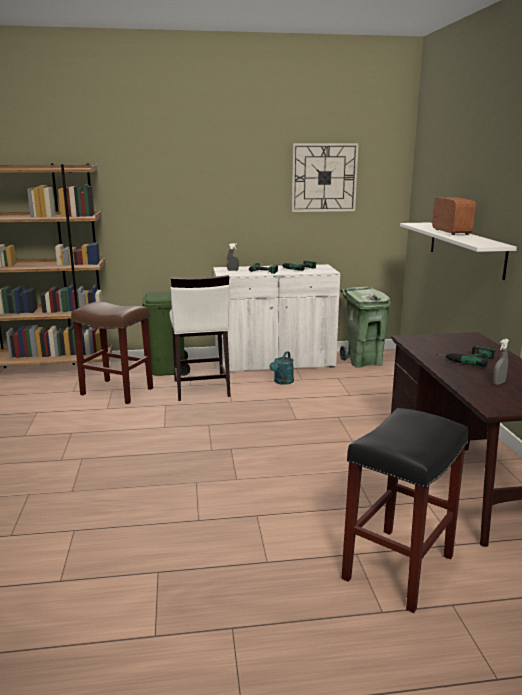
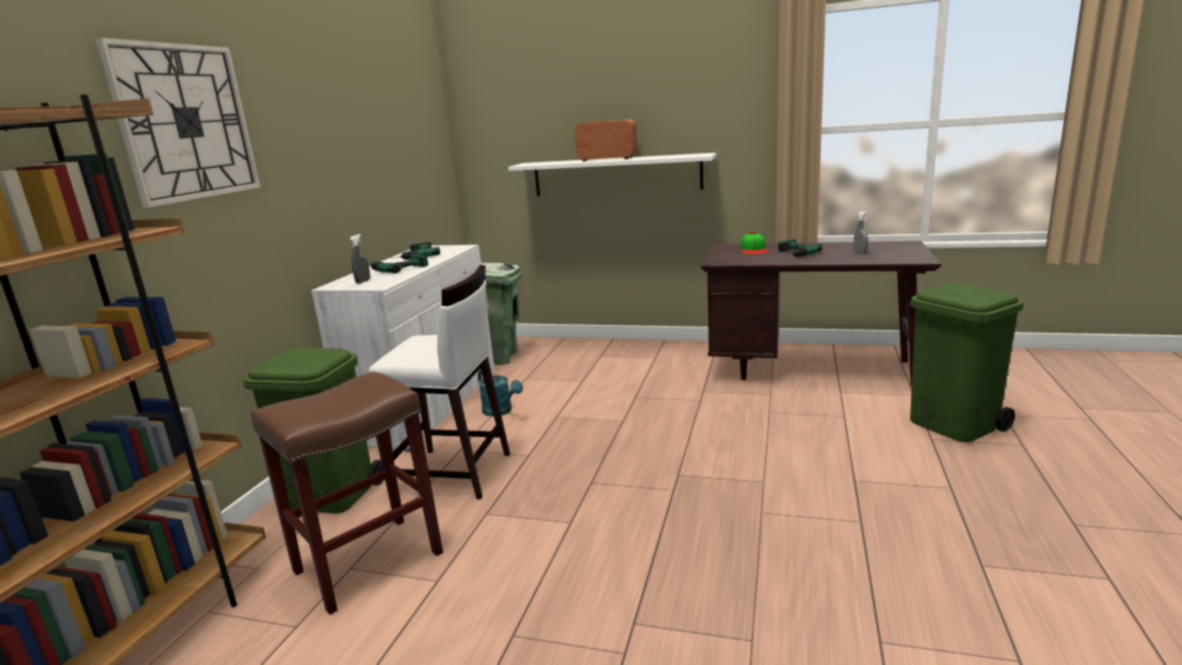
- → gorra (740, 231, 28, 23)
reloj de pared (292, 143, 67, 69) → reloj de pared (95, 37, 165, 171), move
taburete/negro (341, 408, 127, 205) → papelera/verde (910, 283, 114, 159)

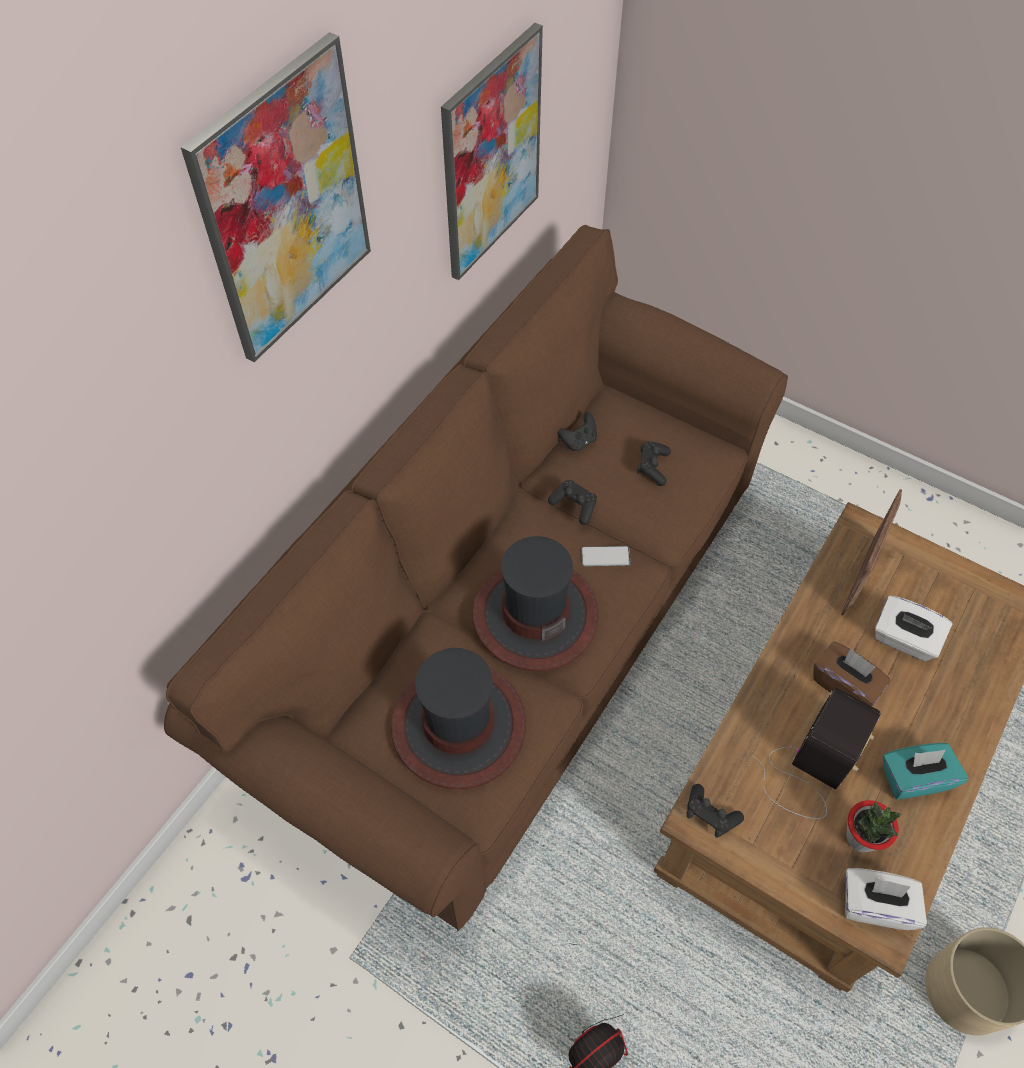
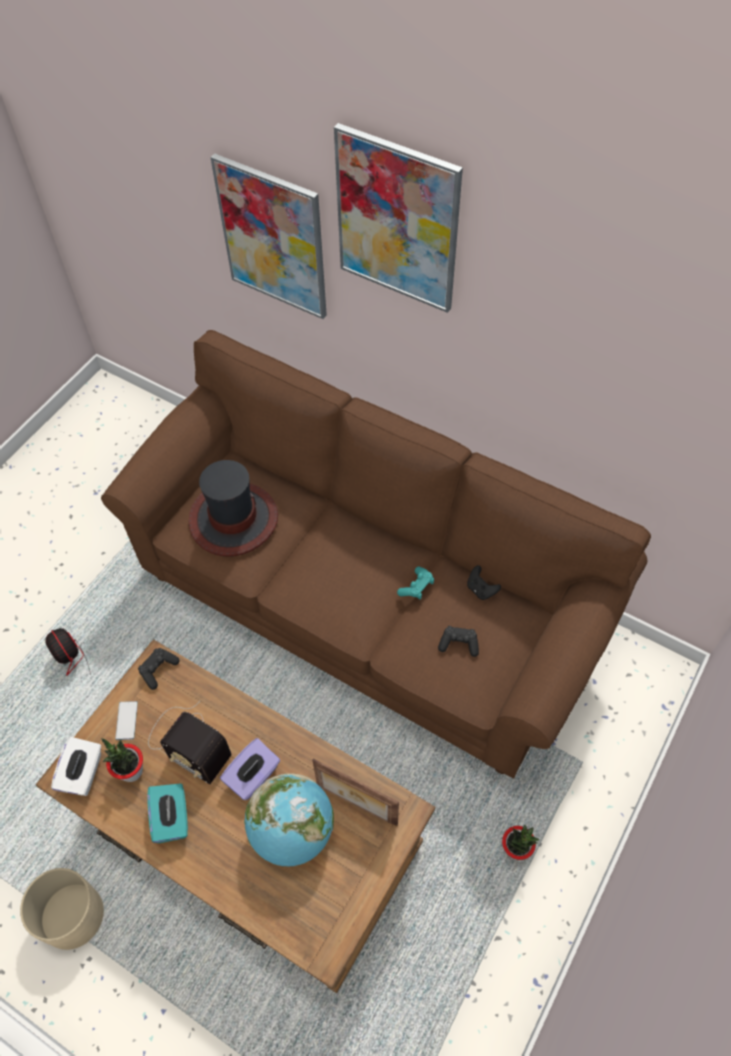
sombrero (472, 536, 127, 135) → -
- → planta en maceta (502, 825, 37, 35)
cuadro (441, 23, 102, 257) → cuadro (210, 153, 117, 166), move
móvil (582, 546, 49, 20) → móvil (115, 701, 23, 39), move
caja de pañuelos/blanco (875, 595, 78, 66) → globo terráqueo (244, 773, 90, 93)
mando de consola/negro (548, 480, 49, 45) → mando de consola/turquesa (397, 567, 37, 33)
caja de pañuelos/marrón (813, 641, 77, 65) → caja de pañuelos/morado (220, 738, 60, 62)

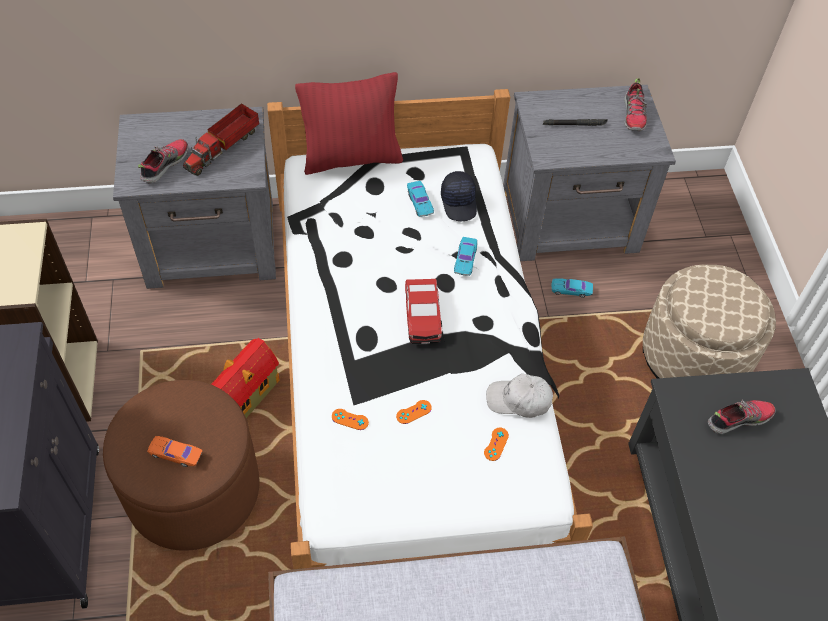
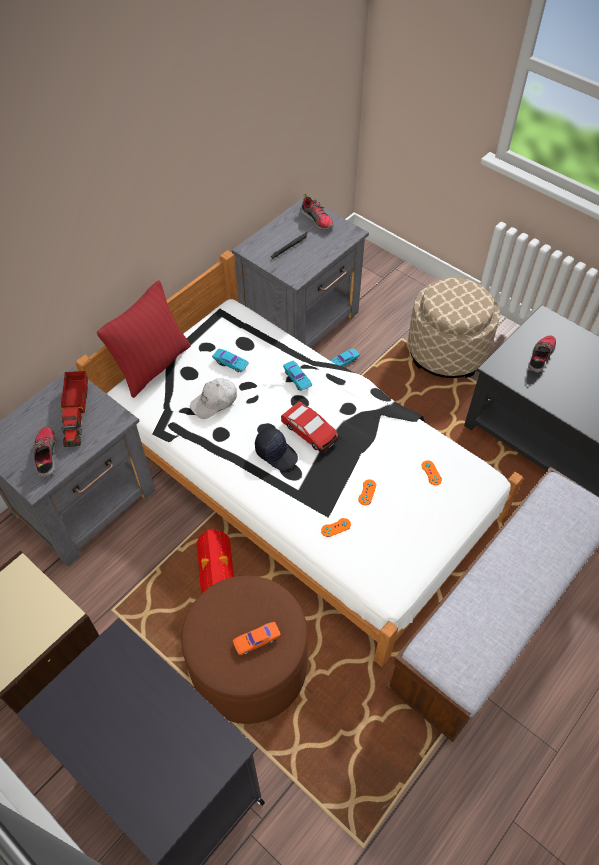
gorra/negro (441, 171, 36, 50) → gorra/negro (255, 428, 43, 42), move
gorra/blanco (486, 374, 67, 44) → gorra/blanco (190, 378, 47, 41), move

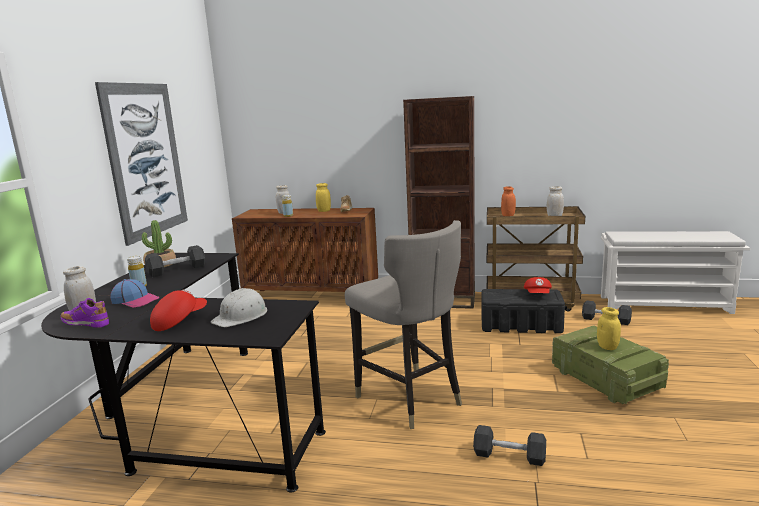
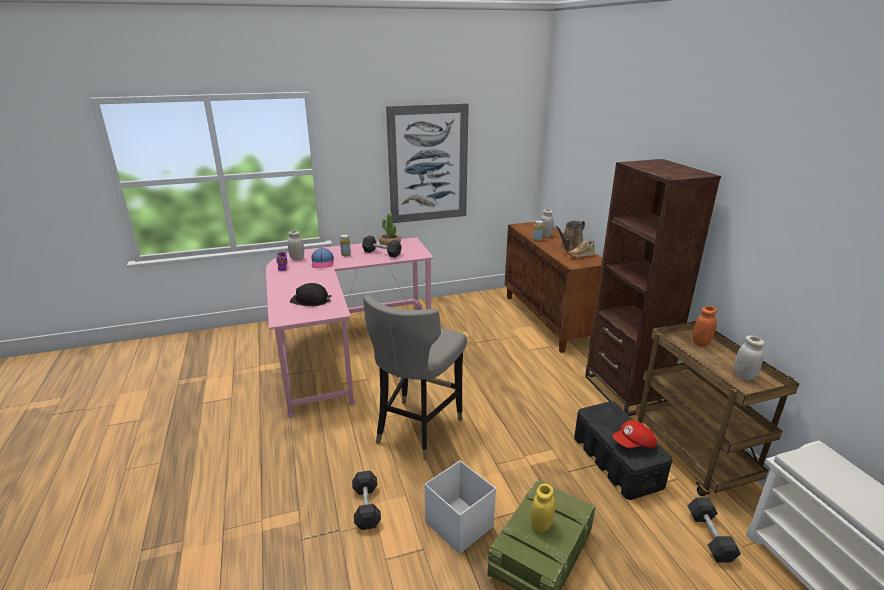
gorra/rojo (150, 289, 57, 42) → -
- → caja de almacenaje/blanco (424, 460, 72, 94)
tarro/amarillo (316, 183, 15, 29) → regadera/marrón (555, 220, 30, 31)
escritorio/negro (41, 253, 285, 239) → escritorio/rosa (266, 237, 168, 180)
casco/blanco (211, 288, 56, 39) → casco/negro (290, 283, 42, 23)

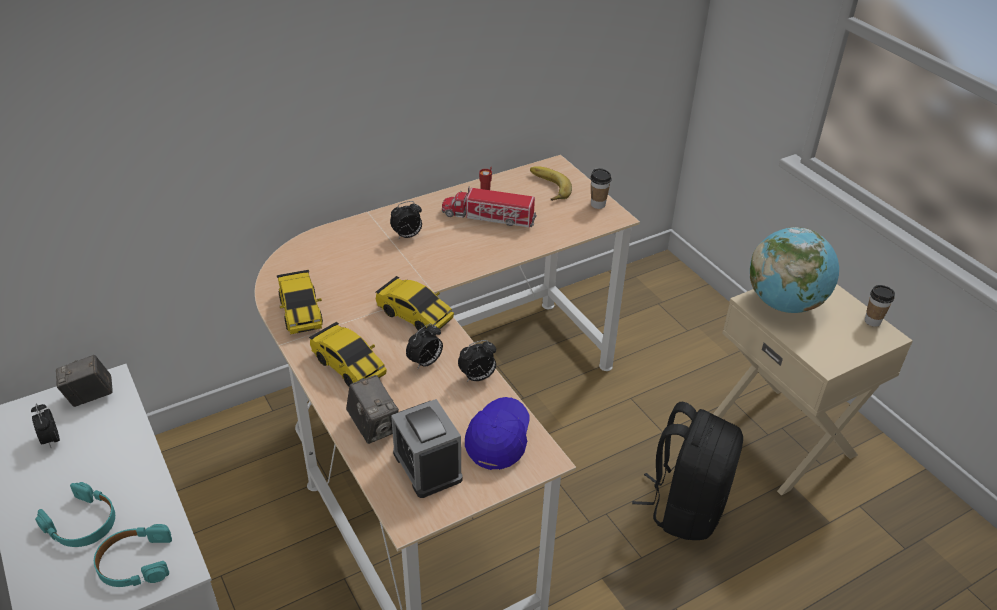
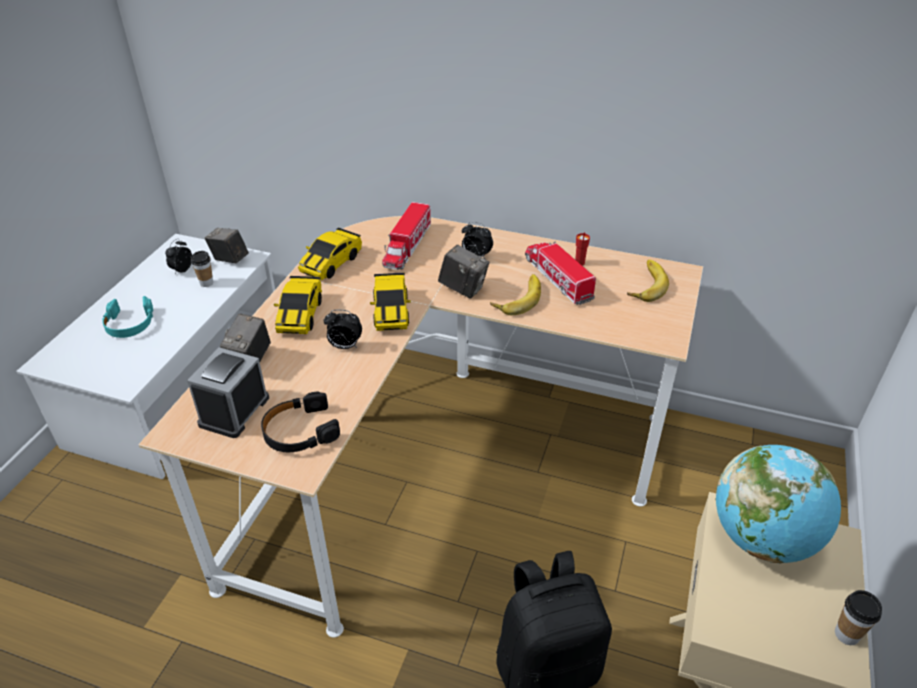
auriculares/turquesa (94, 524, 78, 63) → -
despertador (458, 340, 38, 42) → -
- → camión de juguete (382, 202, 49, 68)
- → cámara (438, 245, 51, 53)
- → plátano (490, 274, 51, 41)
taza (590, 168, 22, 41) → taza (191, 251, 22, 36), move
gorra/azul (465, 397, 65, 73) → auriculares/negro (261, 392, 79, 60)

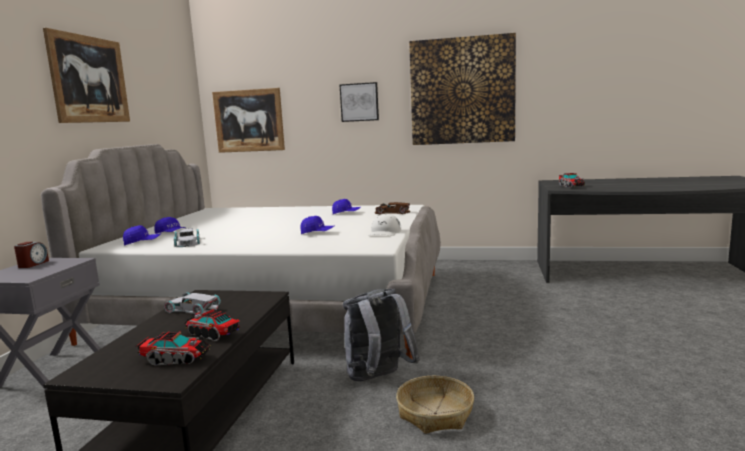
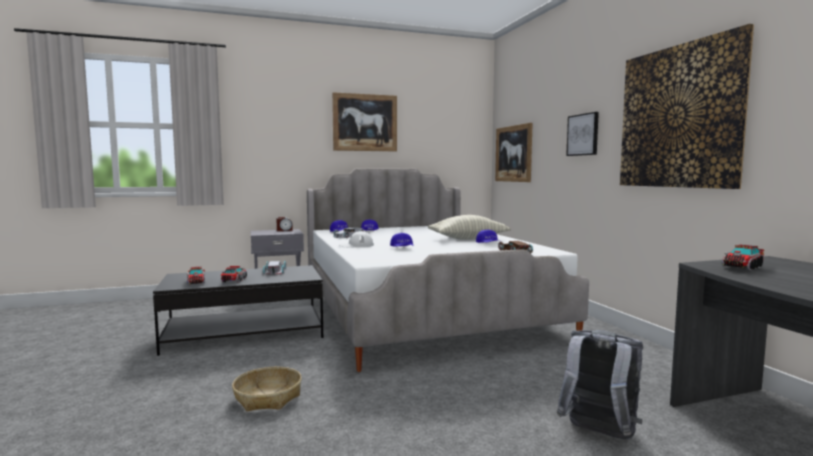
- → cojín (428, 215, 83, 25)
mochila/gris (343, 289, 77, 92) → mochila/gris (557, 330, 86, 109), move
gorra/blanco (370, 214, 31, 22) → gorra/blanco (338, 231, 36, 17), move

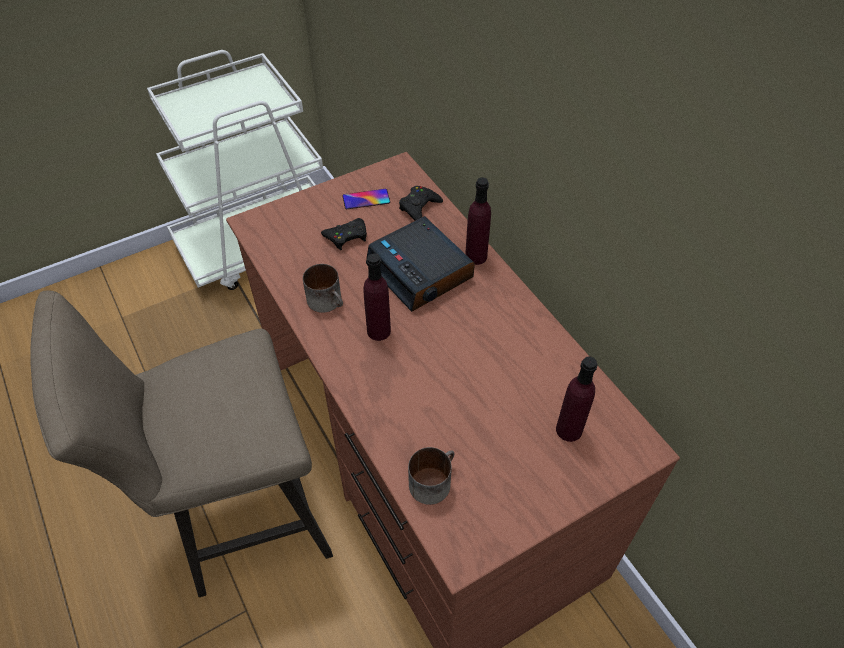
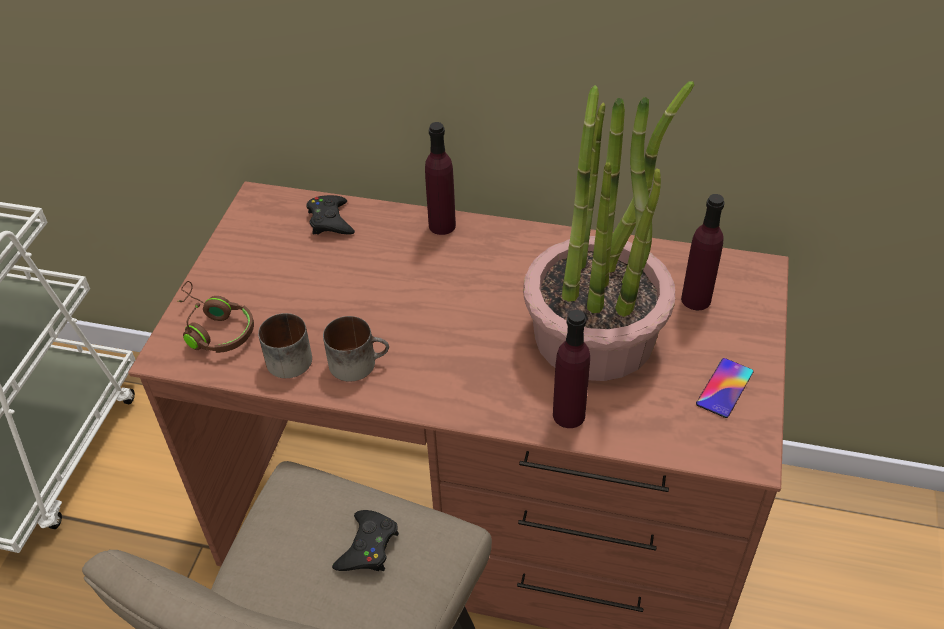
despertador (366, 216, 109, 96) → -
- → auriculares/marrón (179, 281, 75, 72)
- → planta en maceta (523, 81, 171, 300)
mando de consola/negro (321, 218, 46, 32) → mando de consola/negro (332, 510, 67, 61), move
móvil (342, 189, 48, 20) → móvil (696, 358, 58, 60), move
botella/morado (363, 254, 28, 87) → botella/morado (553, 310, 37, 118), move
taza grande (408, 447, 47, 58) → taza grande (258, 313, 54, 65), move

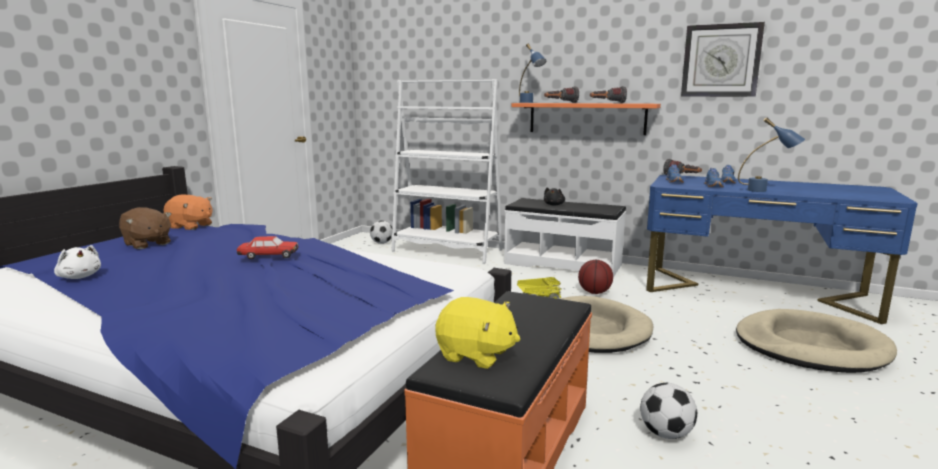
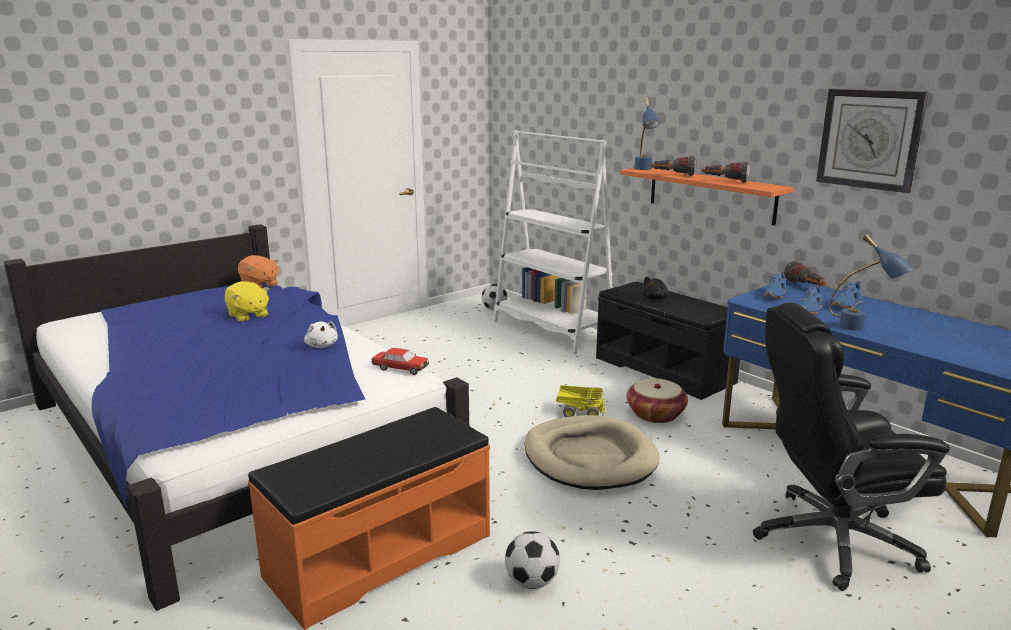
peluche/marrón (119, 207, 53, 42) → -
peluche/blanco (54, 245, 47, 34) → peluche/blanco (304, 321, 34, 27), move
coche de juguete (237, 236, 61, 23) → coche de juguete (372, 348, 57, 27), move
peluche/amarillo (435, 297, 85, 72) → peluche/amarillo (225, 281, 44, 41), move
balón de baloncesto (578, 260, 35, 34) → cesta (626, 378, 62, 45)
cama para perro/beis (736, 309, 161, 64) → silla de oficina/negro (753, 303, 197, 288)
banco/blanco (504, 198, 122, 80) → banco/negro (596, 281, 144, 119)

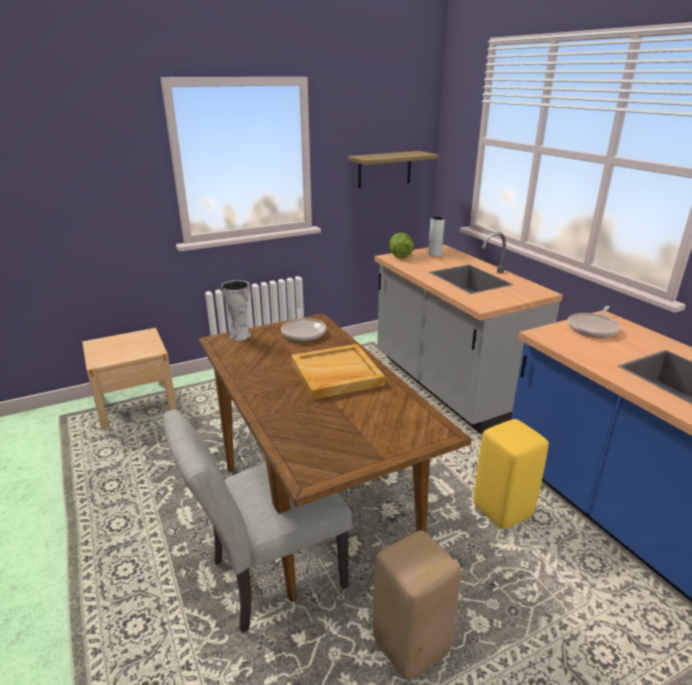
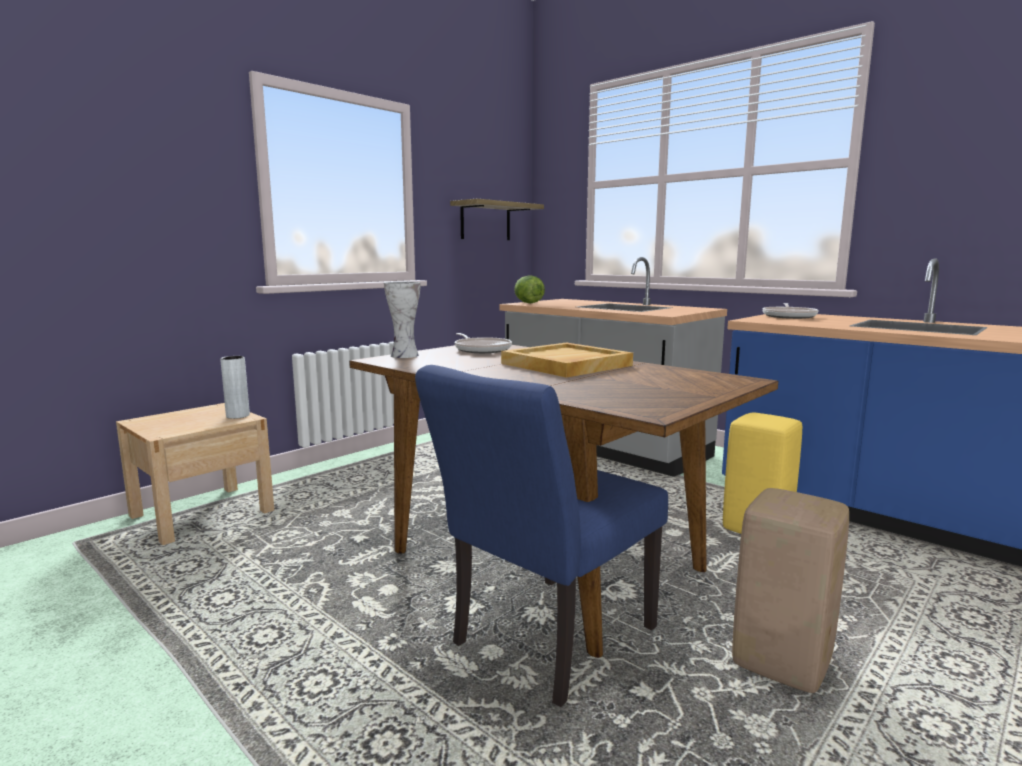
florero/gris (428, 216, 17, 41) → florero/gris (220, 356, 30, 63), move
silla/gris (163, 409, 189, 224) → silla/azul (415, 365, 253, 342)

